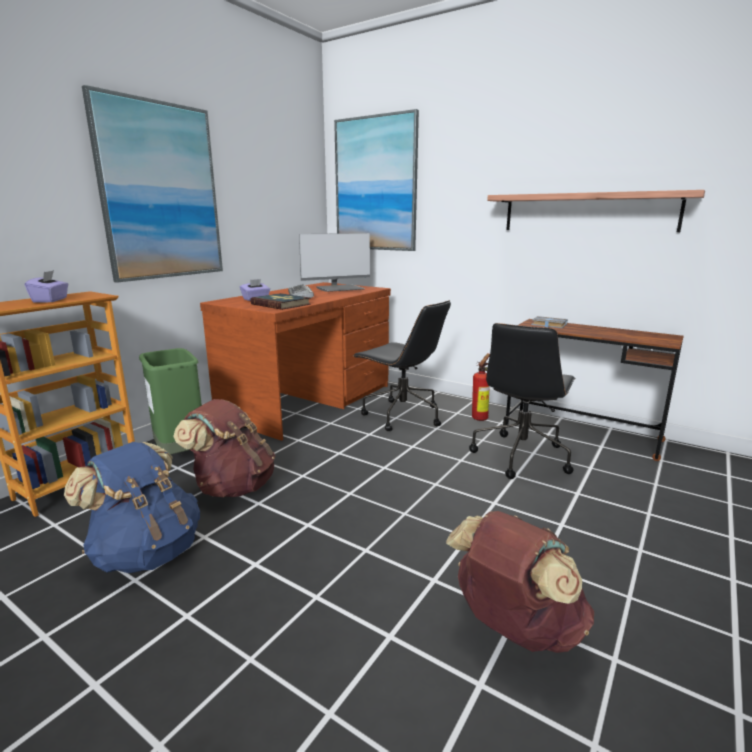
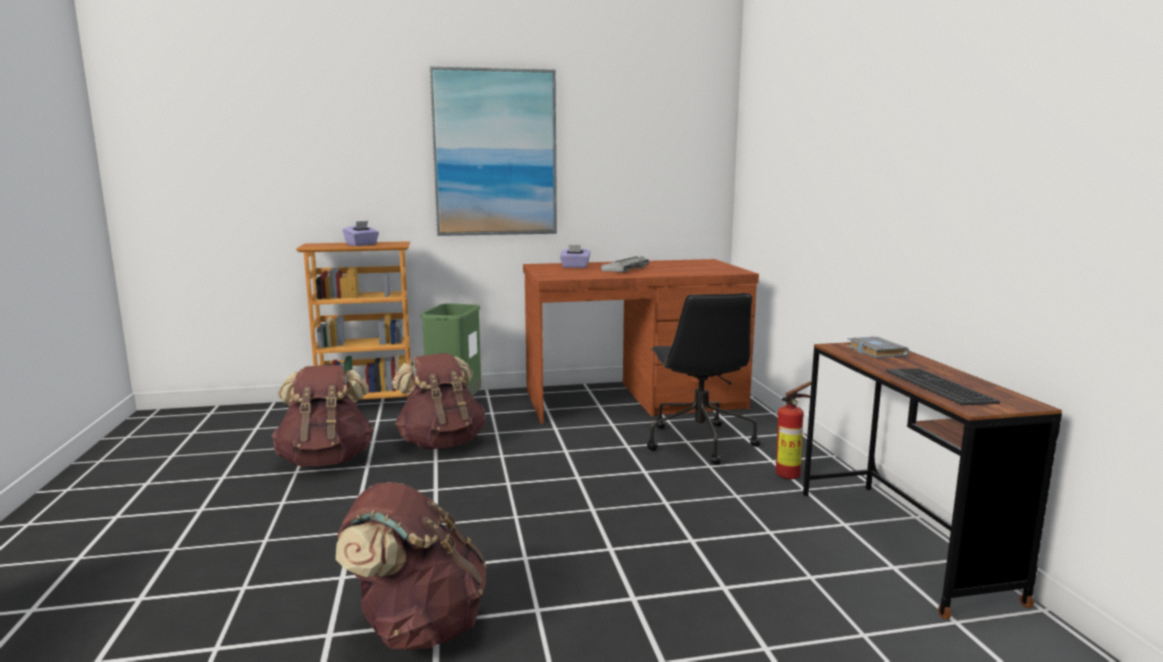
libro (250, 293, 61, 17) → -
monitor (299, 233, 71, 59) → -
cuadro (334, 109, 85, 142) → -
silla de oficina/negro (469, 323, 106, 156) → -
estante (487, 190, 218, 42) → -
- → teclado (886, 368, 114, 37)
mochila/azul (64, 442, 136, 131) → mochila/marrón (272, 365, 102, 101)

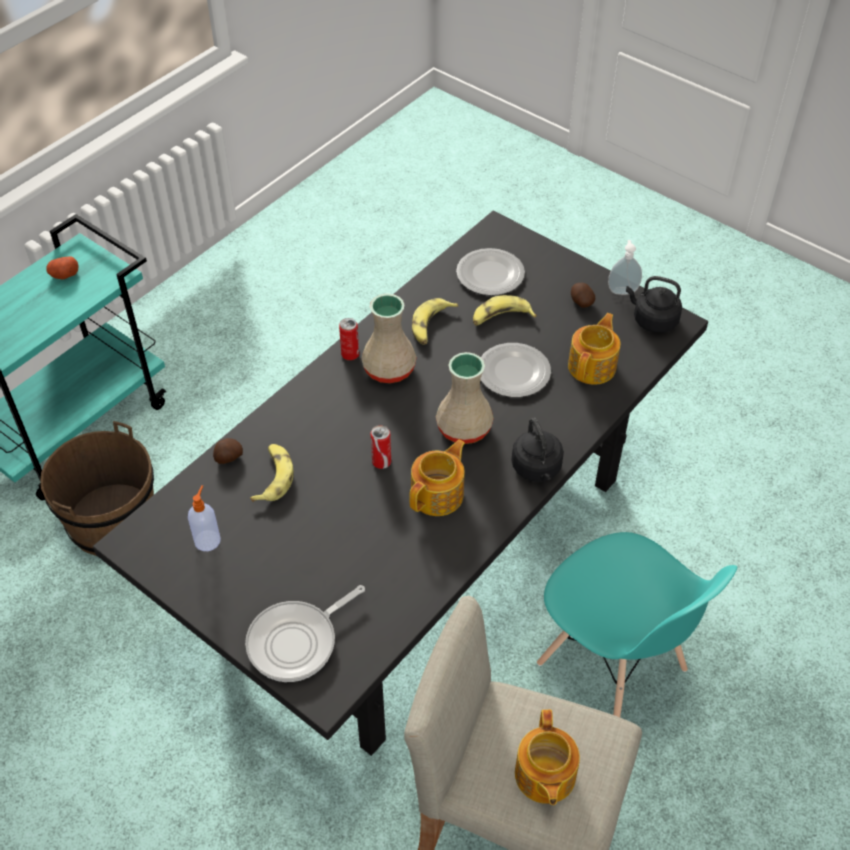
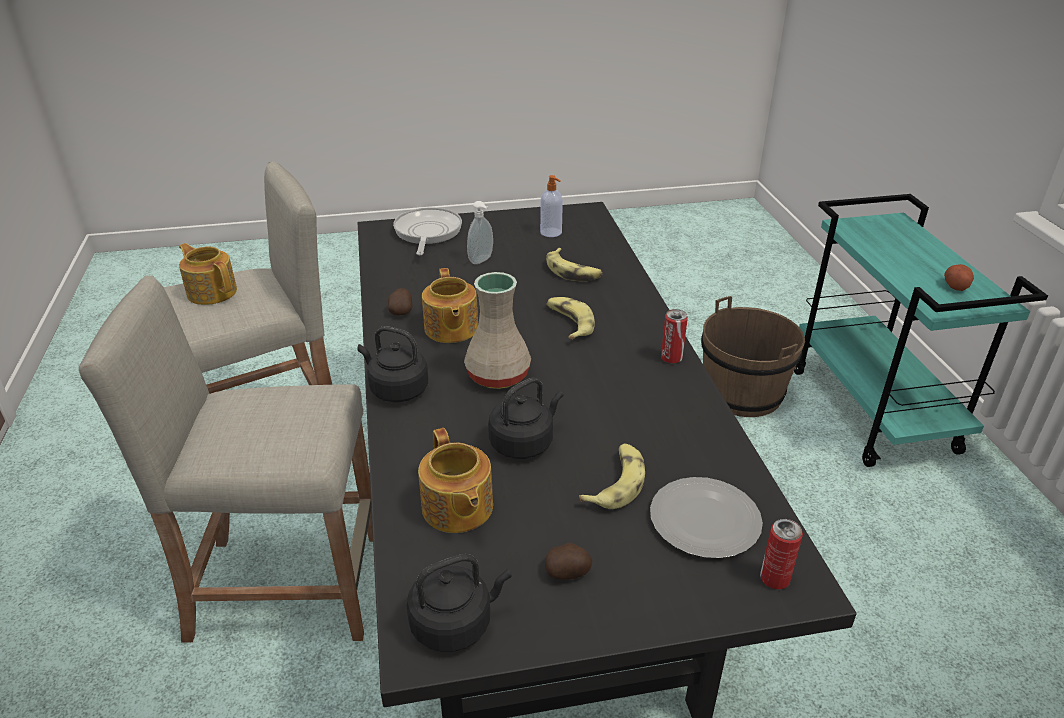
florero/beis (361, 293, 56, 90) → -
patata (213, 438, 30, 26) → patata (388, 288, 25, 27), move
lata (371, 425, 20, 44) → lata (760, 519, 43, 70), move
plátano (412, 298, 46, 47) → plátano (546, 297, 49, 43), move
dispensador de jabón (608, 240, 34, 55) → dispensador de jabón (467, 201, 26, 63), move
plato (481, 343, 70, 54) → hervidor/negro (488, 377, 75, 82)
silla/turquesa (537, 532, 200, 185) → taburete/beis (79, 275, 294, 368)

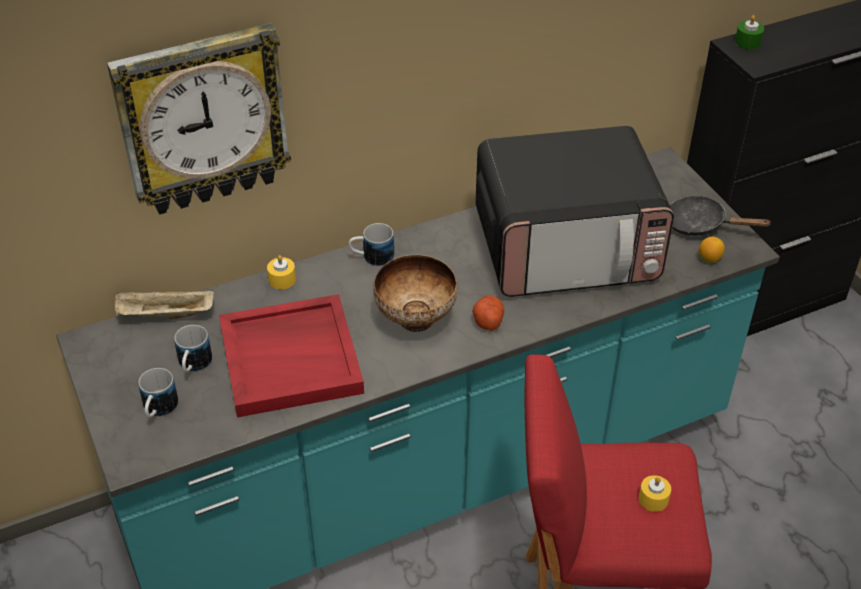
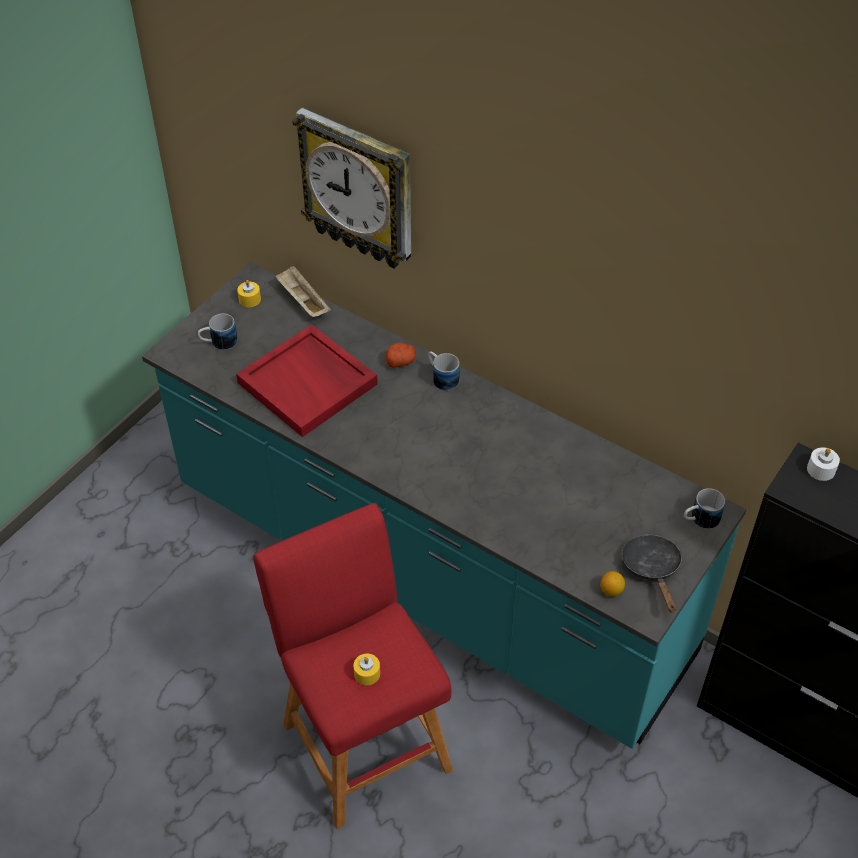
cuenco (373, 255, 85, 77) → -
microondas (475, 126, 199, 171) → -
taza grande (174, 325, 38, 47) → taza grande (684, 488, 41, 41), move
vela/amarillo (267, 255, 29, 34) → vela/amarillo (237, 280, 24, 27), move
patata (472, 295, 32, 36) → patata (385, 343, 31, 25), move
vela/verde (735, 15, 29, 34) → vela/blanco (807, 447, 33, 34)

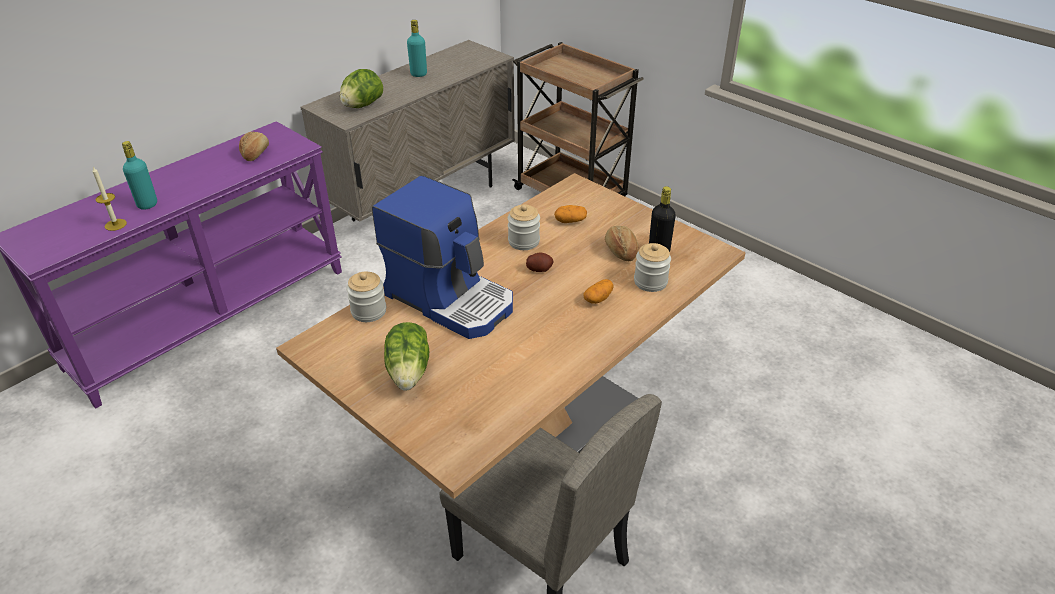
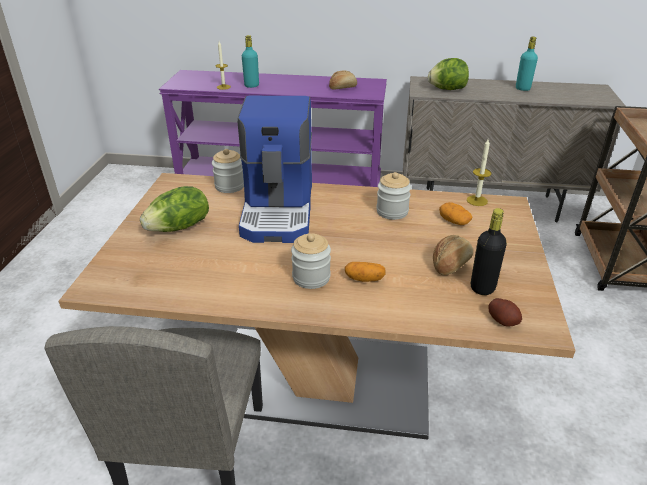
- → vela (467, 139, 24, 67)
patata (526, 253, 28, 19) → patata (488, 298, 34, 28), move
tarro (634, 243, 37, 49) → tarro (291, 233, 40, 56), move

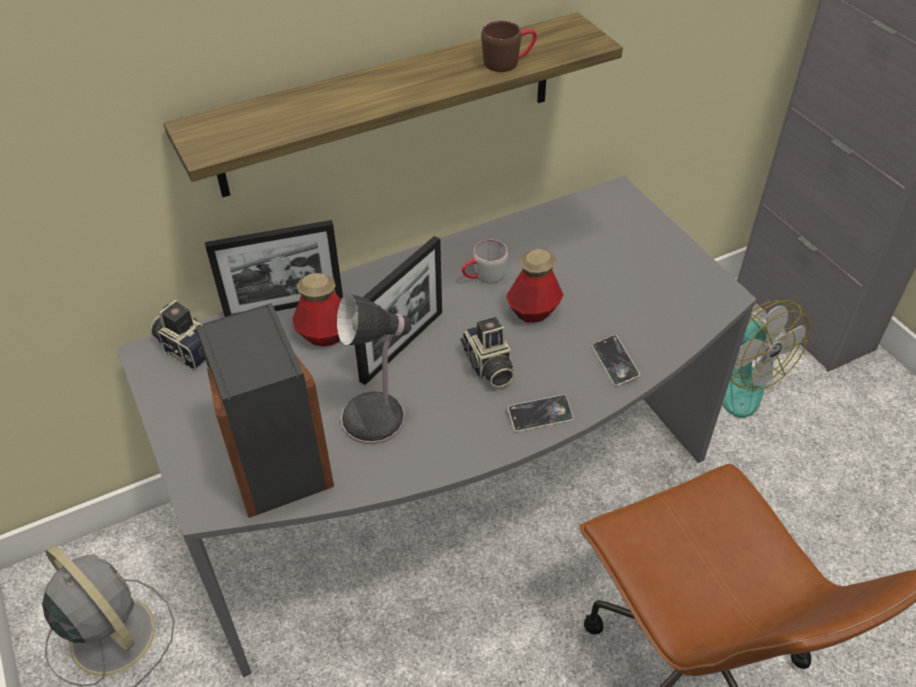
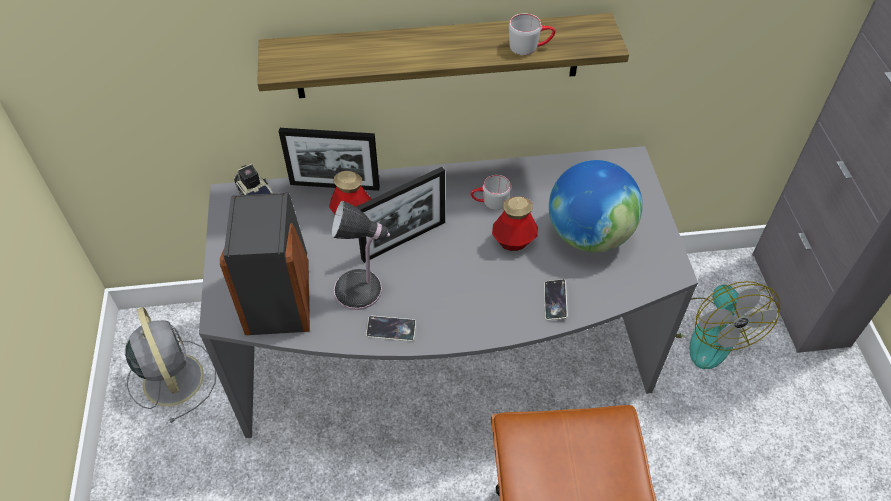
cámara (460, 317, 55, 71) → -
- → globo terráqueo (549, 160, 94, 92)
móvil (508, 395, 65, 37) → móvil (366, 316, 50, 25), move
taza grande/marrón (481, 21, 56, 51) → taza grande/gris (509, 13, 46, 42)

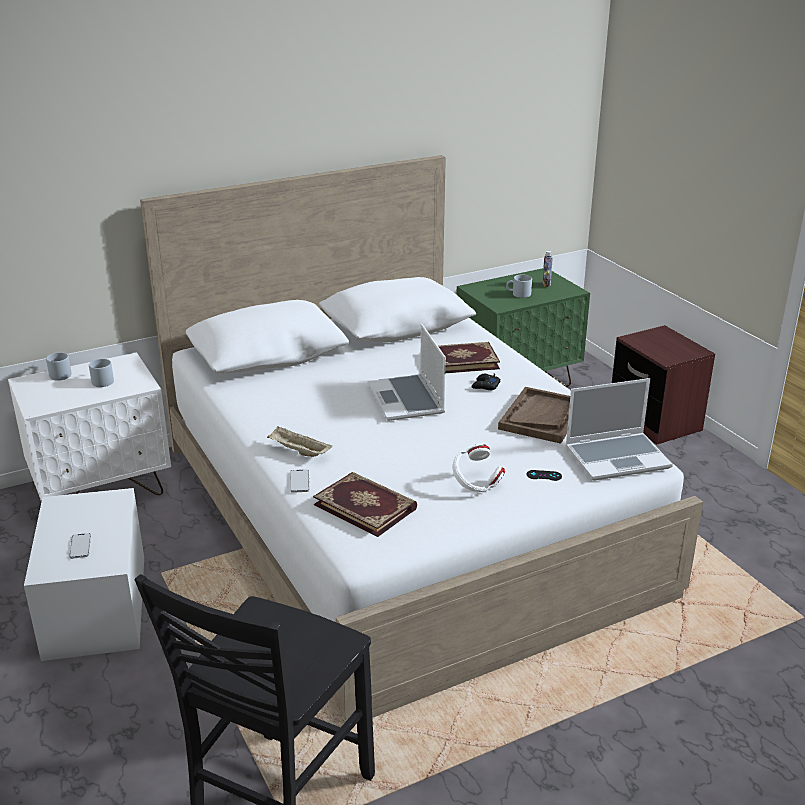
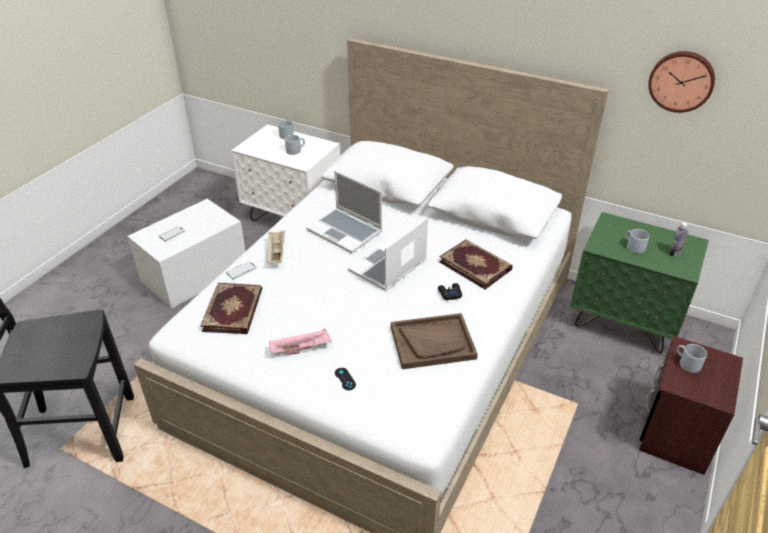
- → reloj de pared (648, 51, 67, 62)
- → taza grande/gris (676, 344, 31, 29)
portátil (565, 378, 108, 103) → portátil (306, 171, 76, 82), move
auriculares/blanco (452, 444, 53, 48) → bandeja/rosa (269, 328, 63, 27)

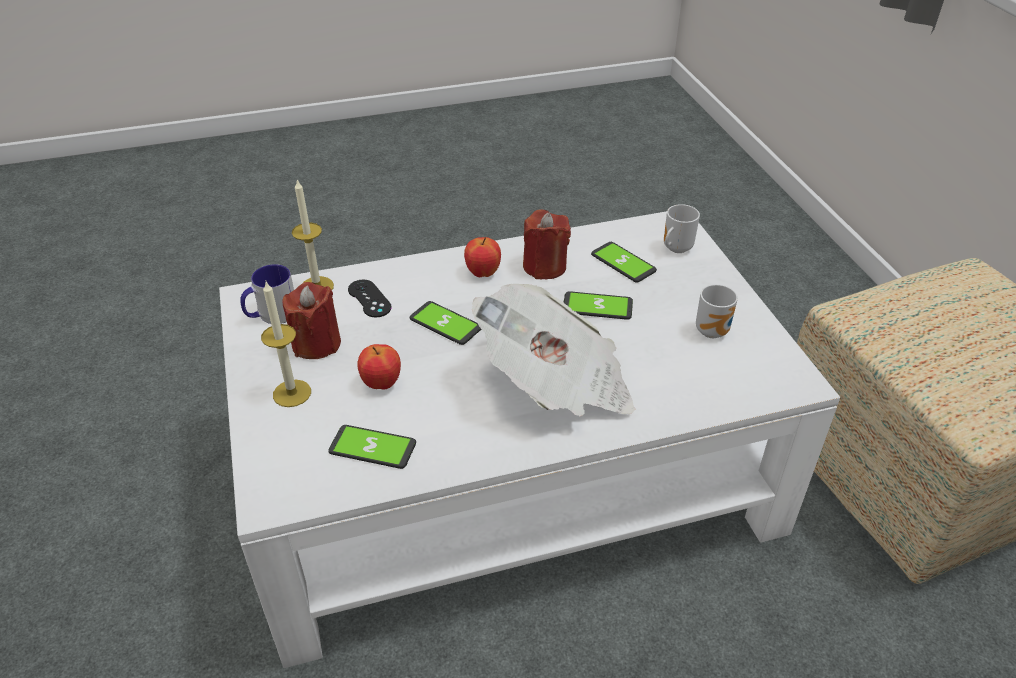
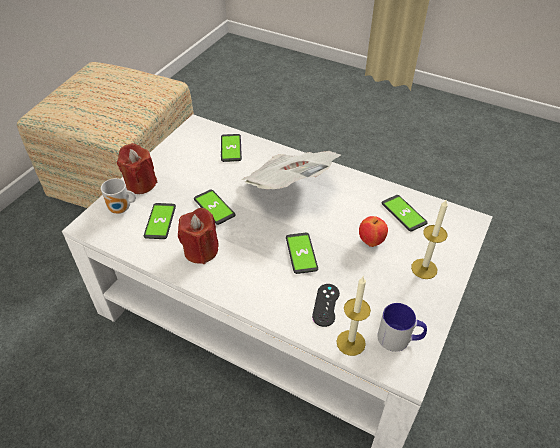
manzana (464, 237, 37, 40) → -
taza grande (696, 284, 42, 54) → -
- → móvil (221, 134, 21, 28)
vela/rojo (282, 282, 59, 77) → vela/rojo (117, 143, 41, 51), move

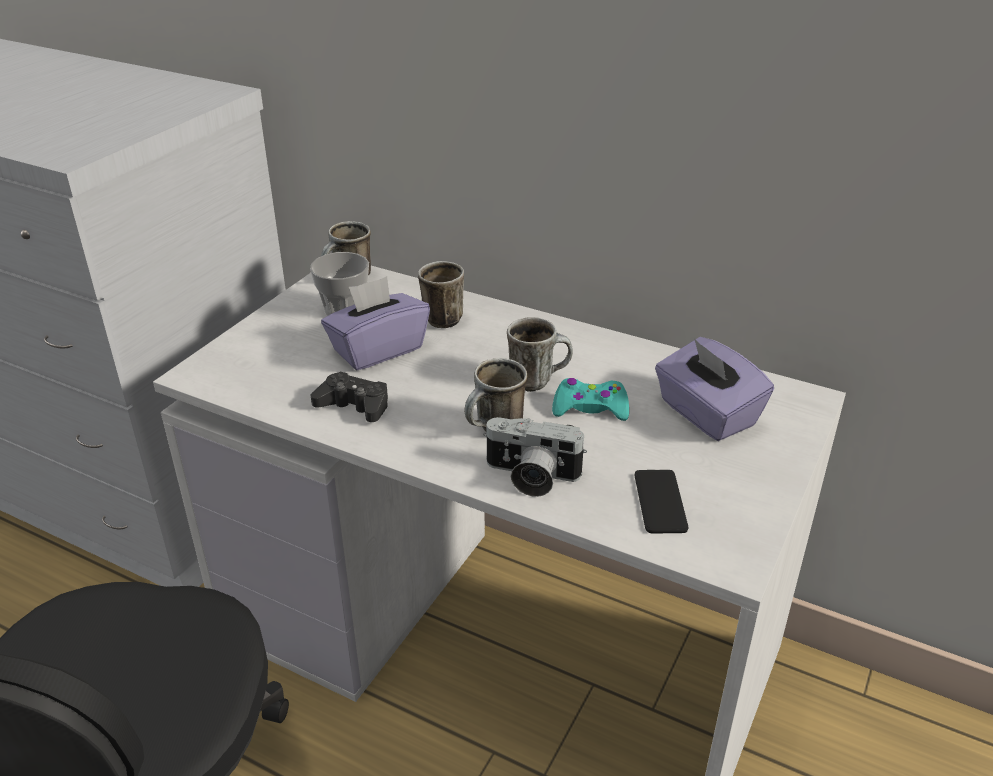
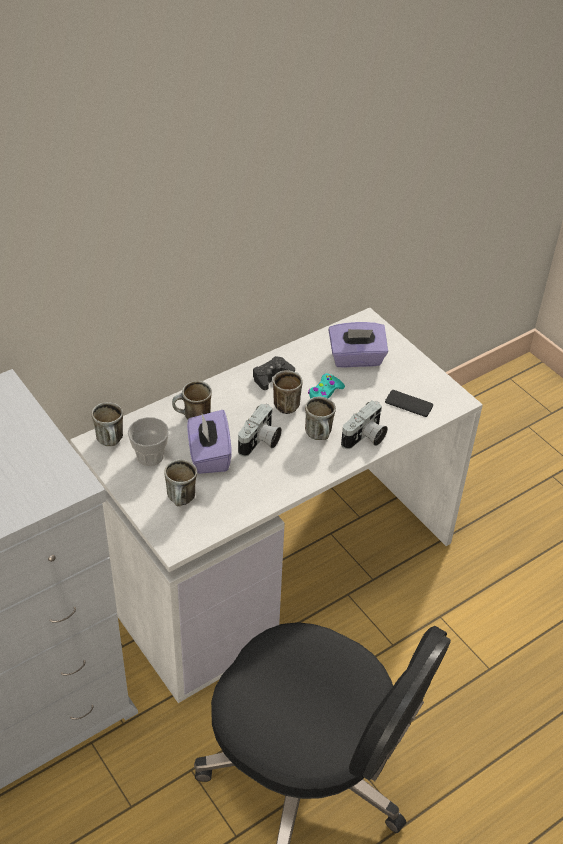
- → taza grande (164, 459, 33, 47)
- → cámara (238, 404, 44, 53)
mando de consola/negro (311, 372, 77, 50) → mando de consola/negro (253, 356, 42, 34), move

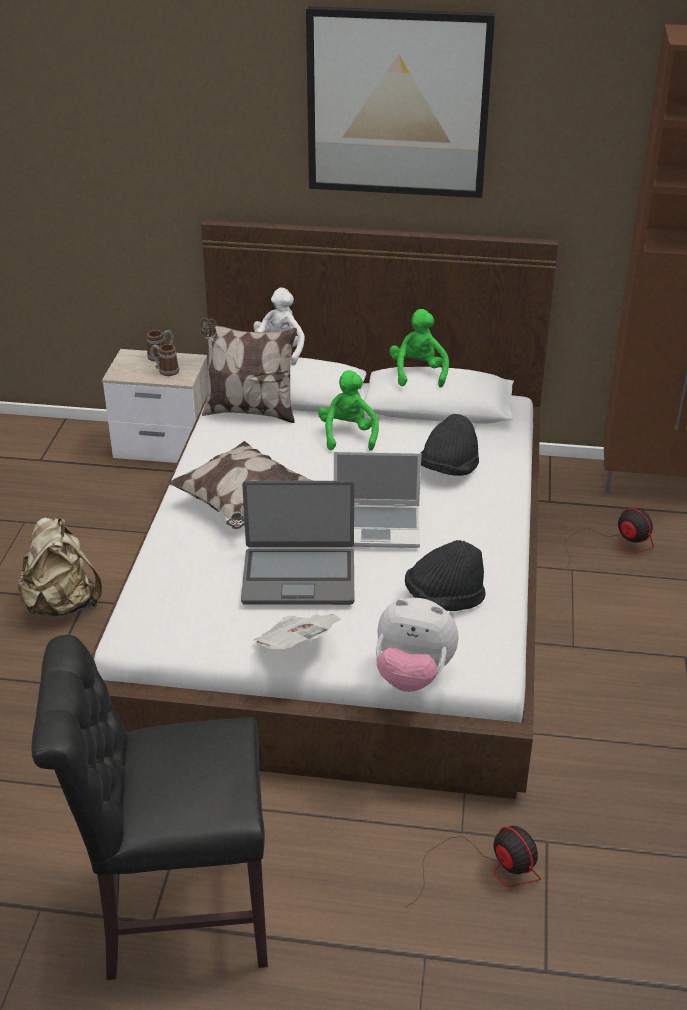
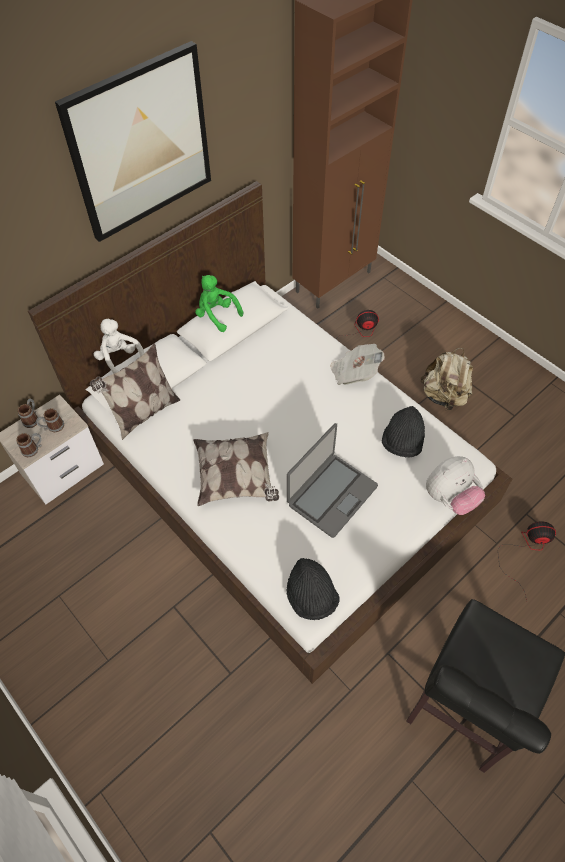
peluche/verde (318, 370, 61, 81) → -
portátil (334, 451, 87, 97) → -
- → taza grande (16, 433, 26, 24)
mochila/beis (18, 517, 84, 100) → mochila/beis (421, 348, 52, 63), move
periódico (254, 614, 87, 35) → periódico (330, 344, 55, 41), move
sombrero/negro (421, 414, 58, 62) → sombrero/negro (287, 558, 53, 62), move

